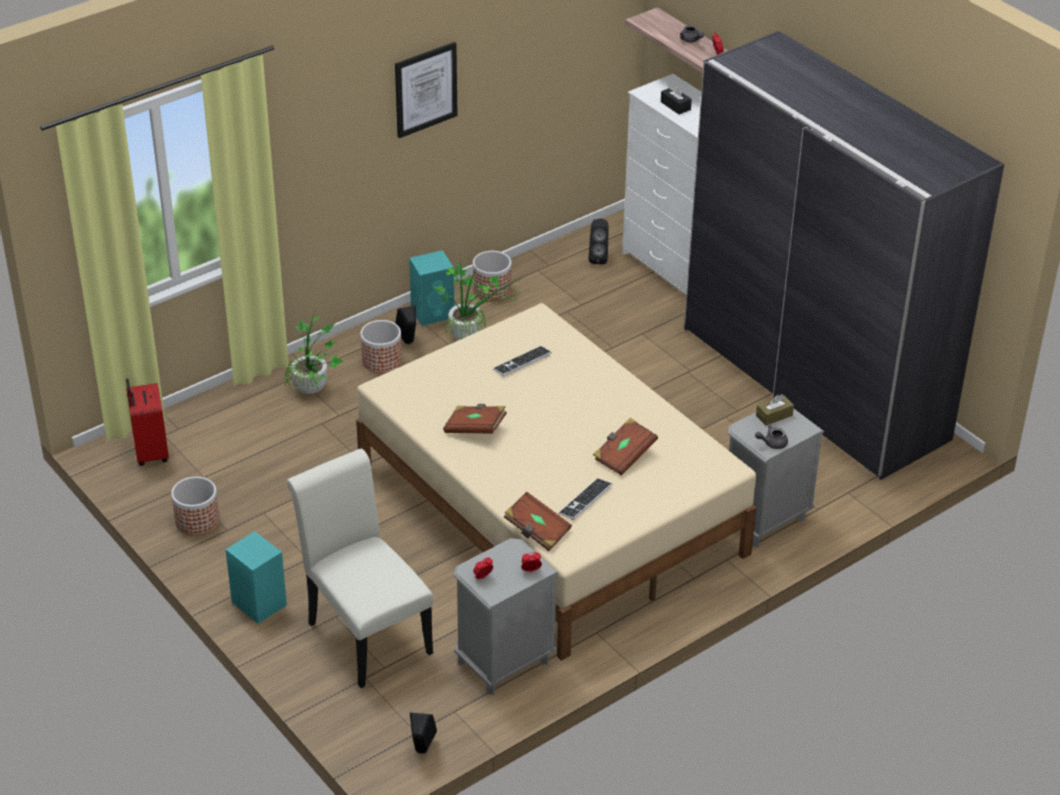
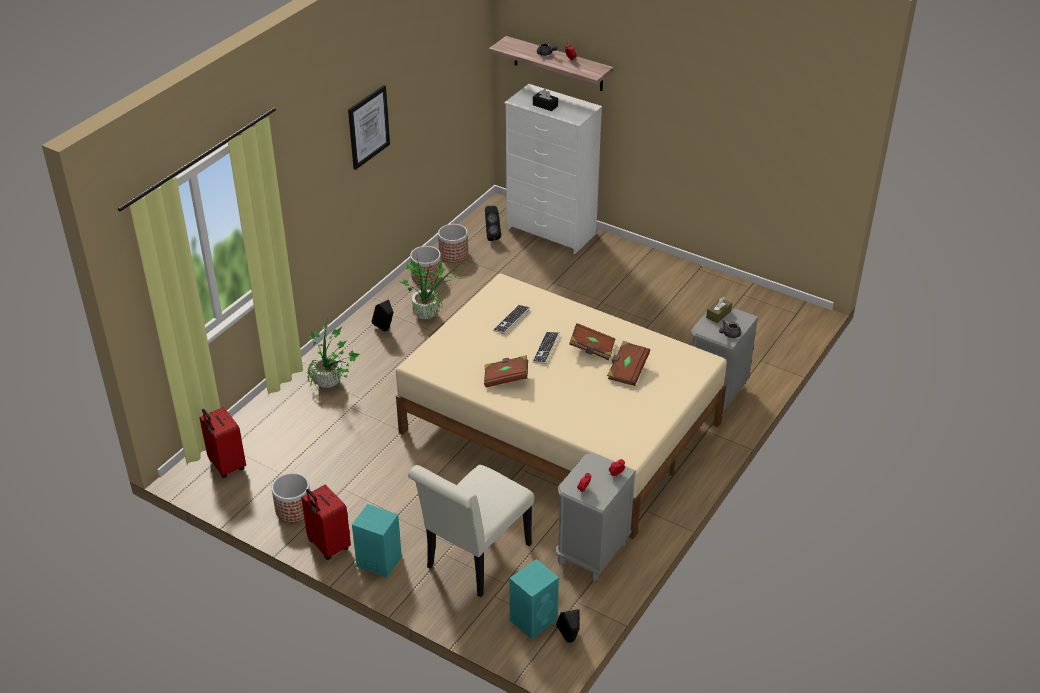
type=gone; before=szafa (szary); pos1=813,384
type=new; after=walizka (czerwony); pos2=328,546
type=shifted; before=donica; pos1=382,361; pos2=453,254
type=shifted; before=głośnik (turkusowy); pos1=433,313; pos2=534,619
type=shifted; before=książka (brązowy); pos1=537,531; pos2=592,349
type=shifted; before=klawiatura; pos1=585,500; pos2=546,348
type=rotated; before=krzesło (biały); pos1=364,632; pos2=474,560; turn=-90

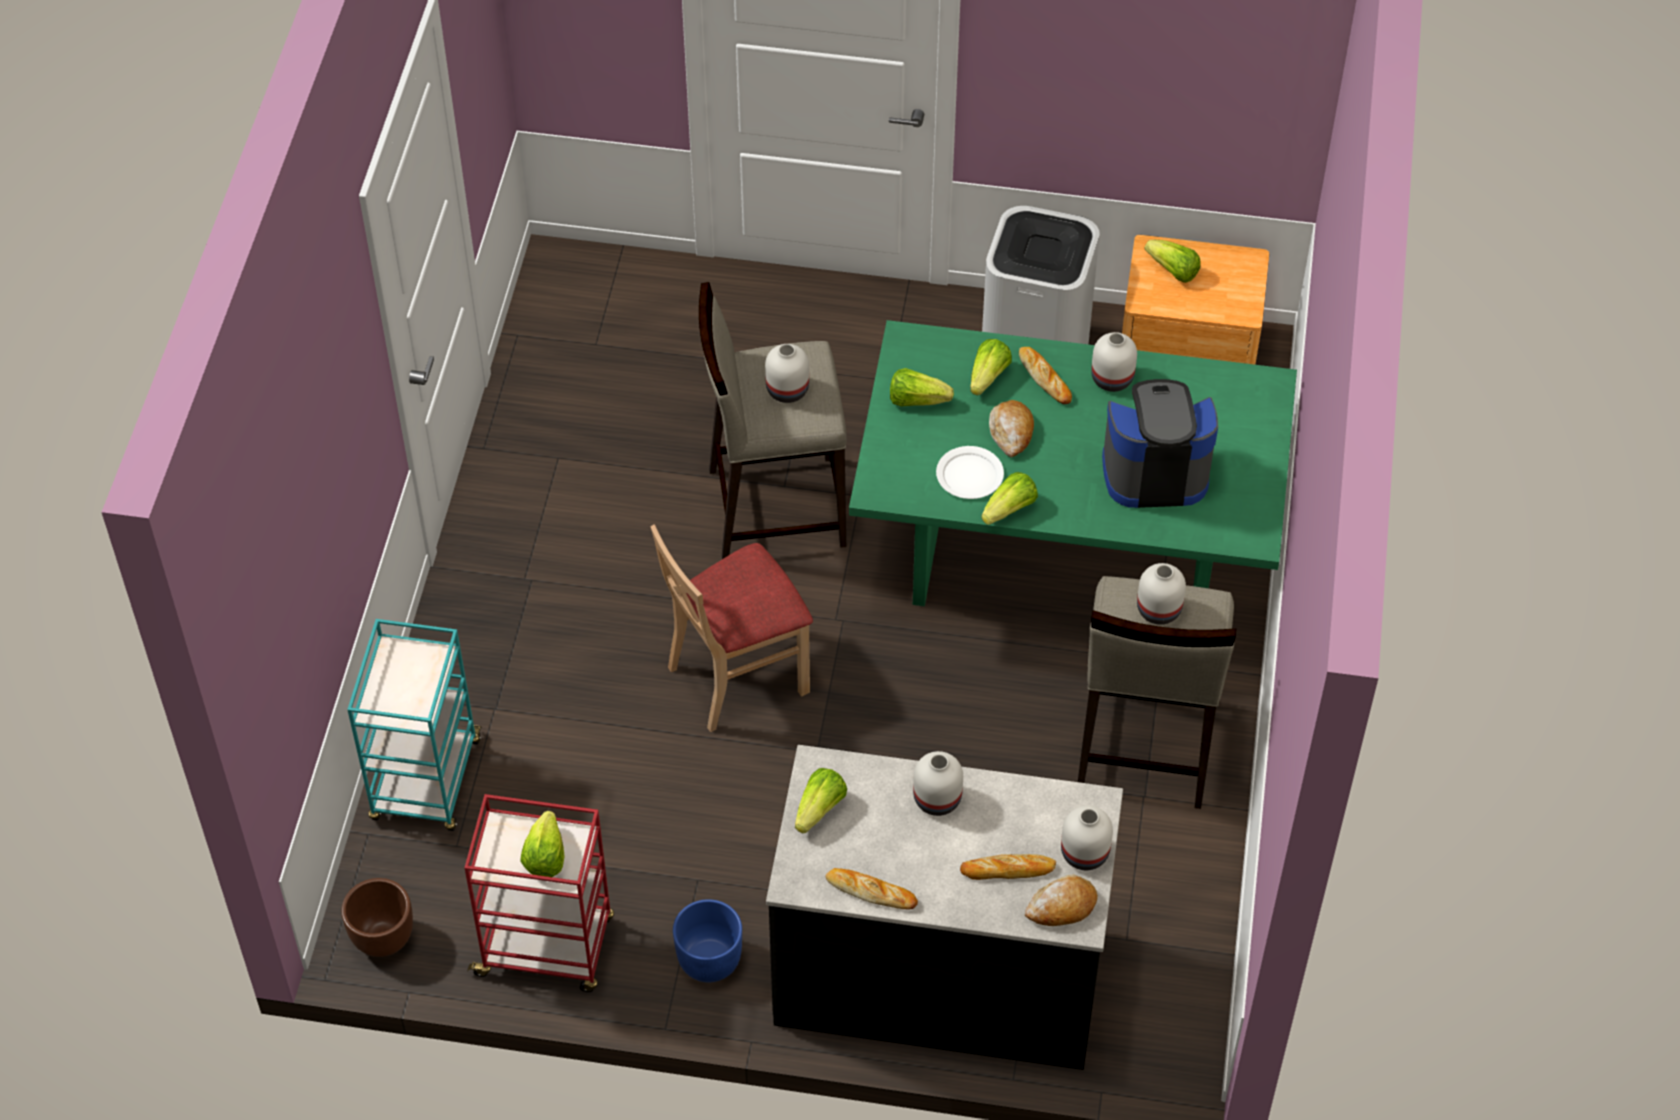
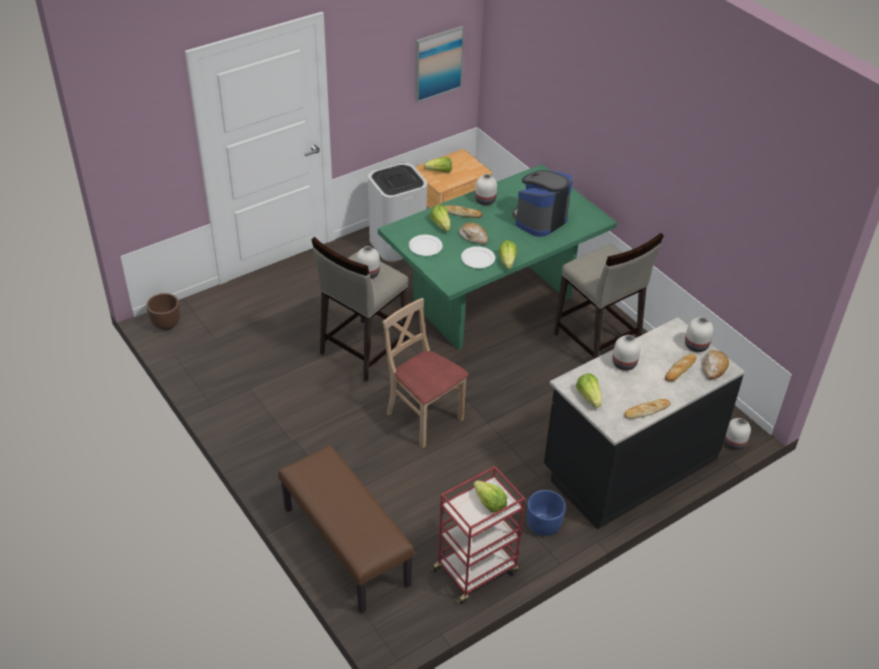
type=new; after=obraz; pos2=438,63
type=shifted; before=donica (brązowy); pos1=383,938; pos2=166,325
type=shifted; before=wazon (biały); pos1=1158,610; pos2=734,443
type=swapped; before=wózek (turkusowy); after=ławka (brązowy); pos1=426,782; pos2=345,547
type=swapped; before=sałata; after=talerz (biały); pos1=917,400; pos2=425,247
type=rotated; before=krzesło (beżowy); pos1=737,676; pos2=424,417; turn=120

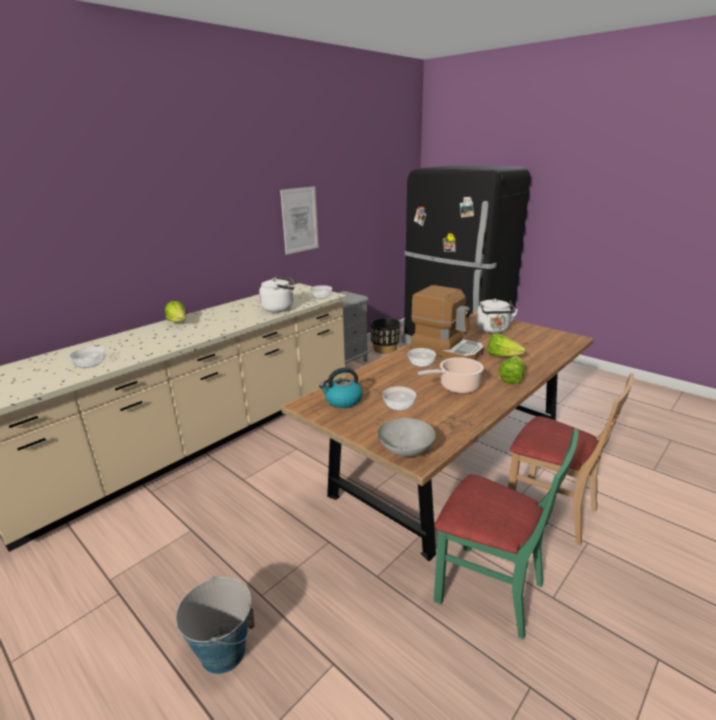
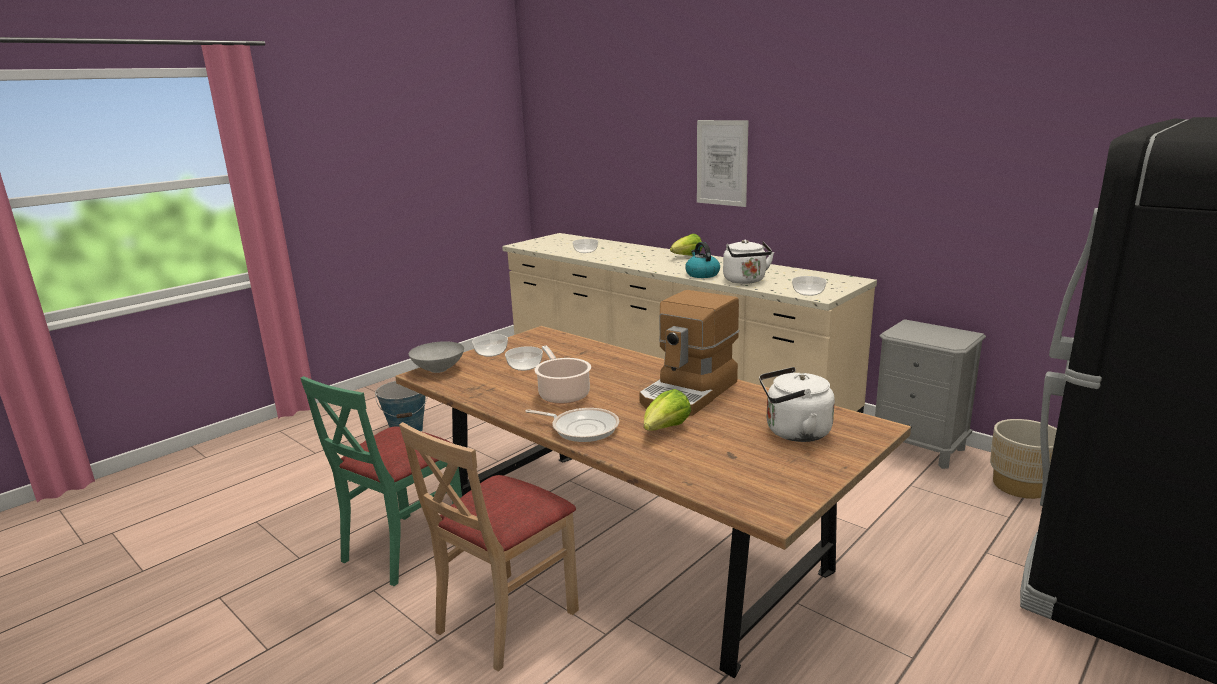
type=shifted; before=obraz; pos1=299,220; pos2=722,163
type=shifted; before=czajnik; pos1=343,401; pos2=702,274
type=shifted; before=miska; pos1=421,363; pos2=491,353
type=swapped; before=sałata; after=patelnia; pos1=511,378; pos2=582,428
type=repainted; before=donica (czarny); after=donica (beżowy); pos1=385,349; pos2=1020,486

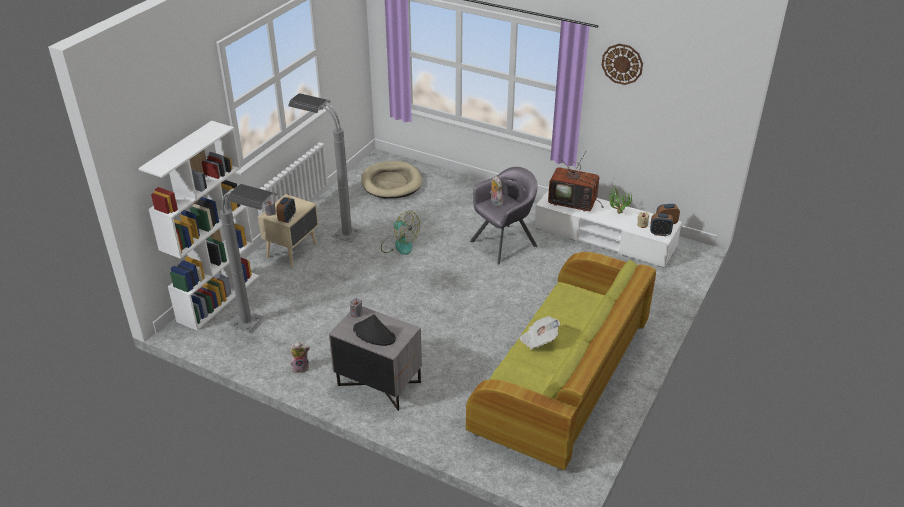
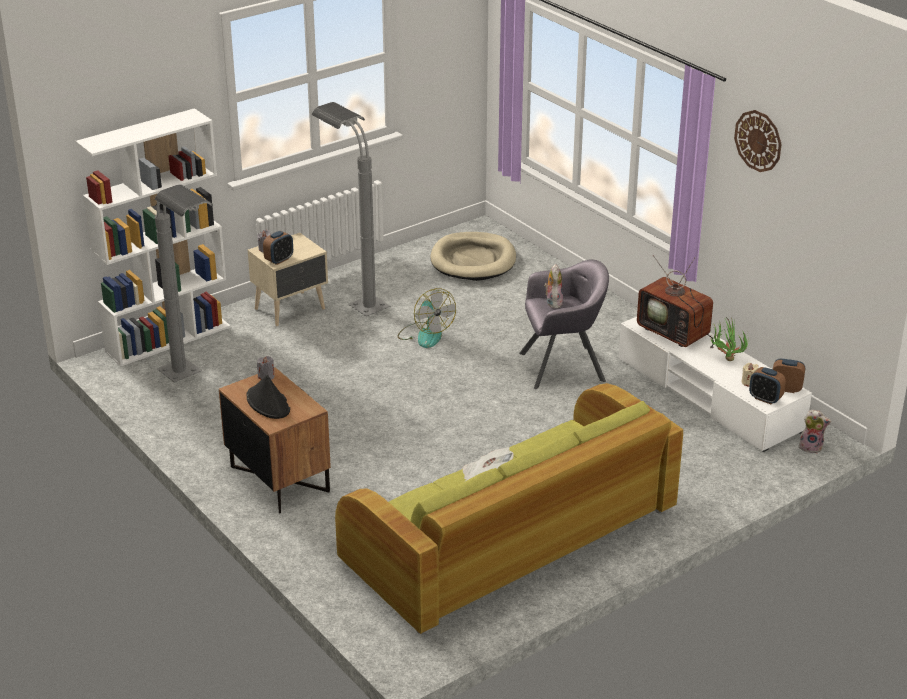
type=shifted; before=pluszak; pos1=301,367; pos2=811,447
type=repainted; before=szafka nocna (szary); after=szafka nocna (brązowy); pos1=378,384; pos2=278,479

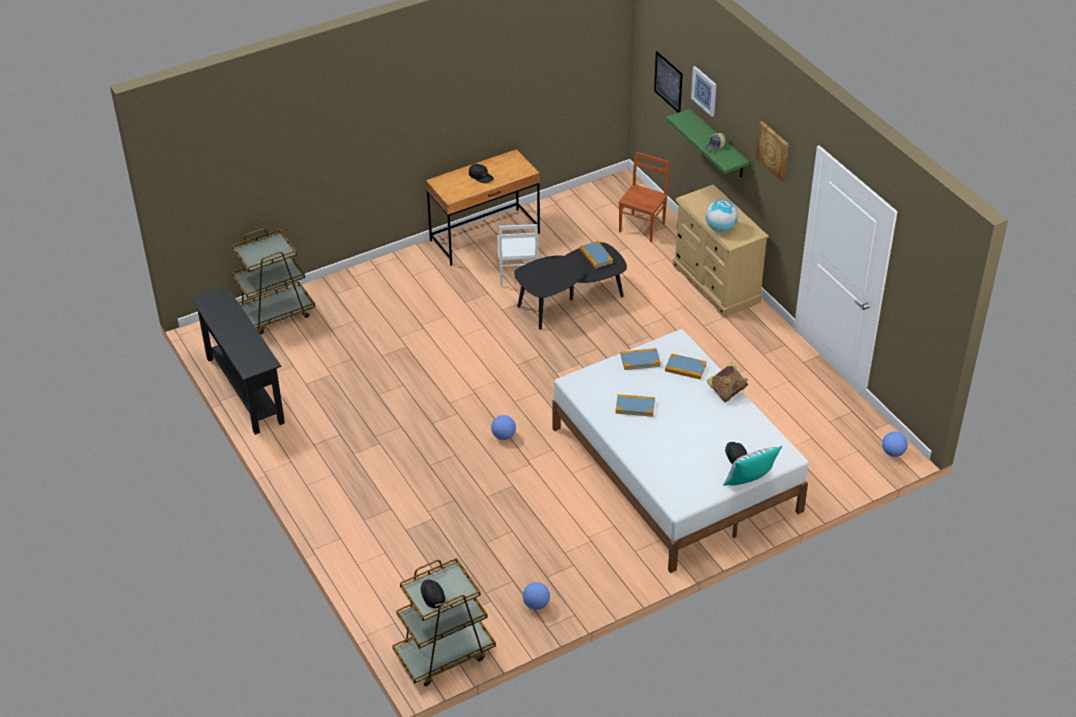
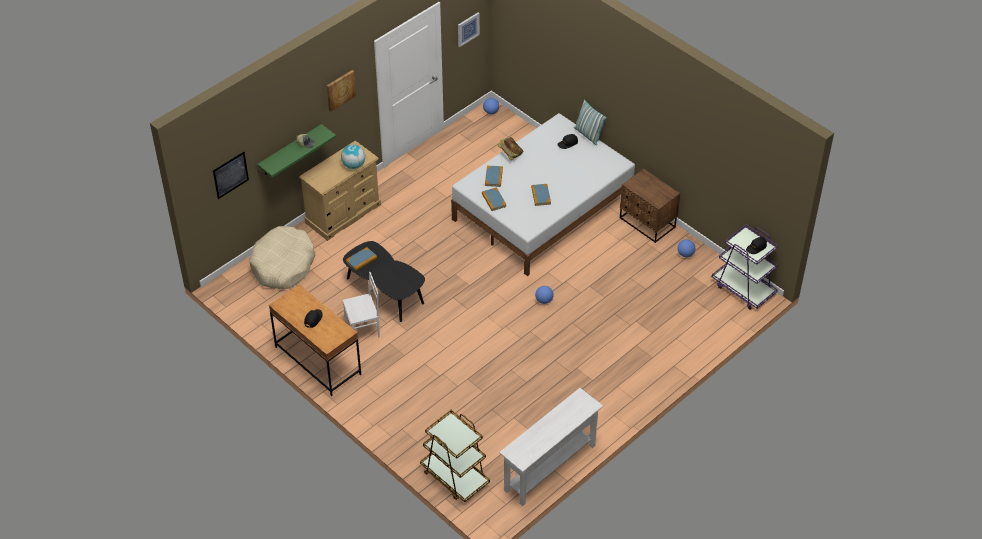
type=new; after=szafka nocna (brązowy); pos2=647,223
type=shifted; before=obraz; pos1=704,91; pos2=468,29
type=swapped; before=krzesło (brązowy); after=legowisko (beżowy); pos1=642,227; pos2=283,265
type=repainted; before=stolik konsolowy (czarny); after=stolik konsolowy (biały); pos1=244,390; pos2=550,468
type=repainted; before=wózek (brązowy); after=wózek (fioletowy); pos1=444,654; pos2=743,289

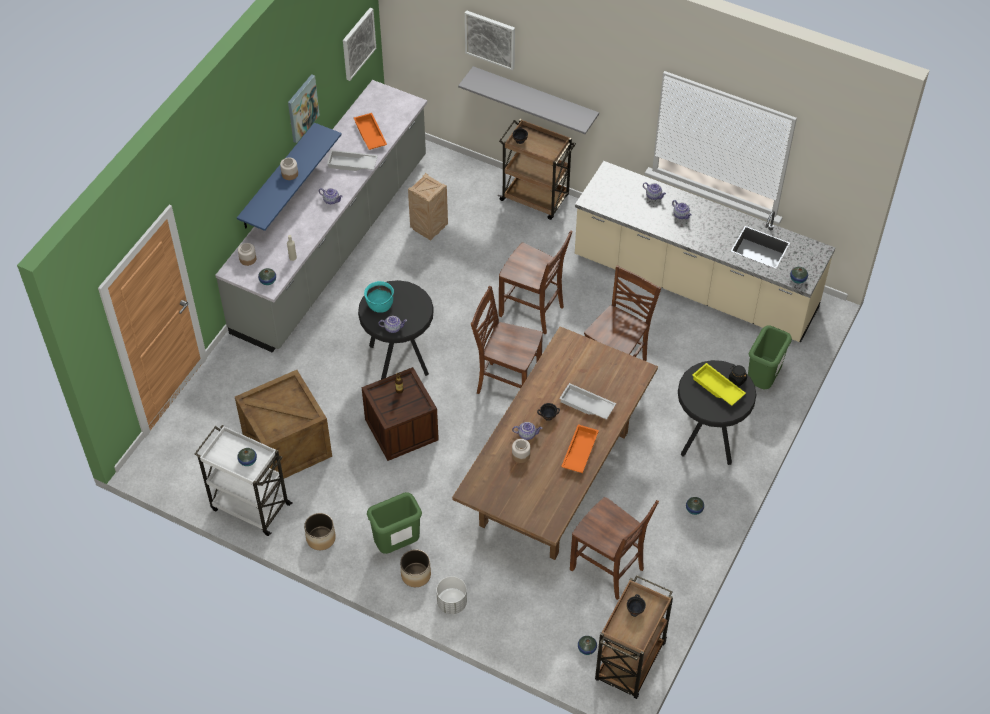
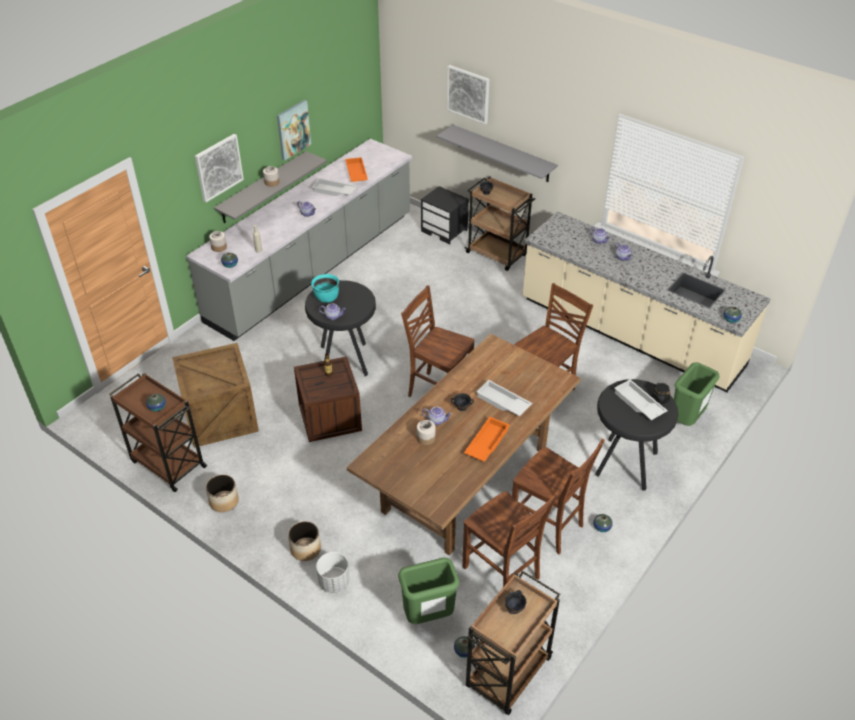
type=gone; before=skrzynka; pos1=429,227
type=new; after=szafka nocna (czarny); pos2=445,231
type=shifted; before=obraz; pos1=358,43; pos2=218,167
type=shifted; before=kosz na śmieci (zielony); pos1=397,545; pos2=428,617
type=shifted; before=krzesło (brązowy); pos1=533,311; pos2=548,526
type=repainted; before=wózek (biały); after=wózek (brązowy); pos1=249,506; pos2=167,463
type=repainted; before=półka (niebieski); after=półka (szary); pos1=277,177; pos2=263,187
type=repainted; before=taca (żółty); after=taca (biały); pos1=717,388; pos2=638,404

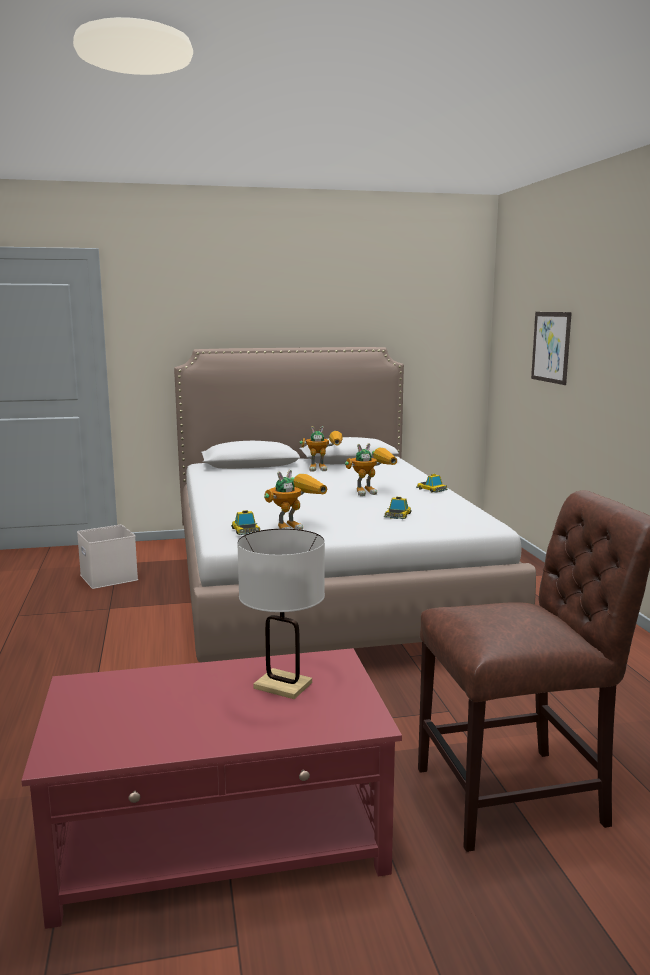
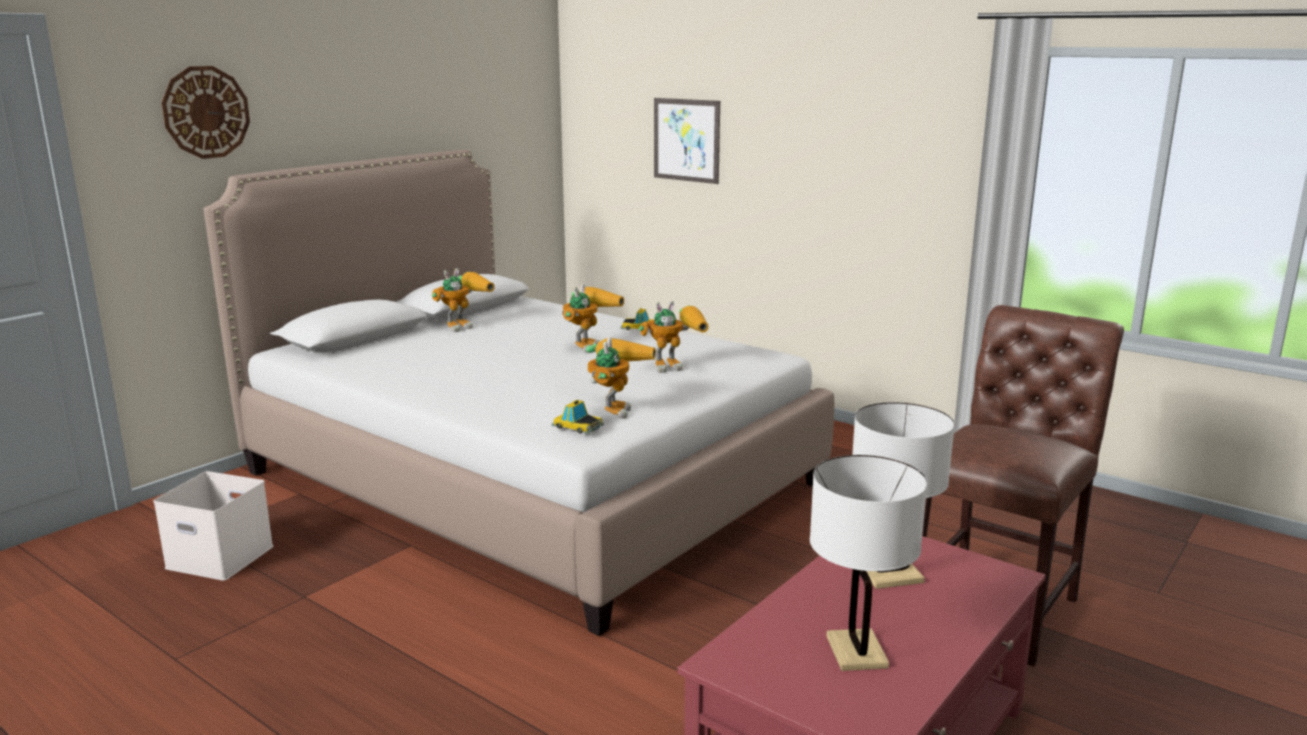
type=new; after=zegar ścienny; pos2=206,112
type=new; after=lampa stołowa (biały); pos2=857,652
type=swapped; before=samochodzik; after=robot zabawkowy; pos1=397,515; pos2=676,366

